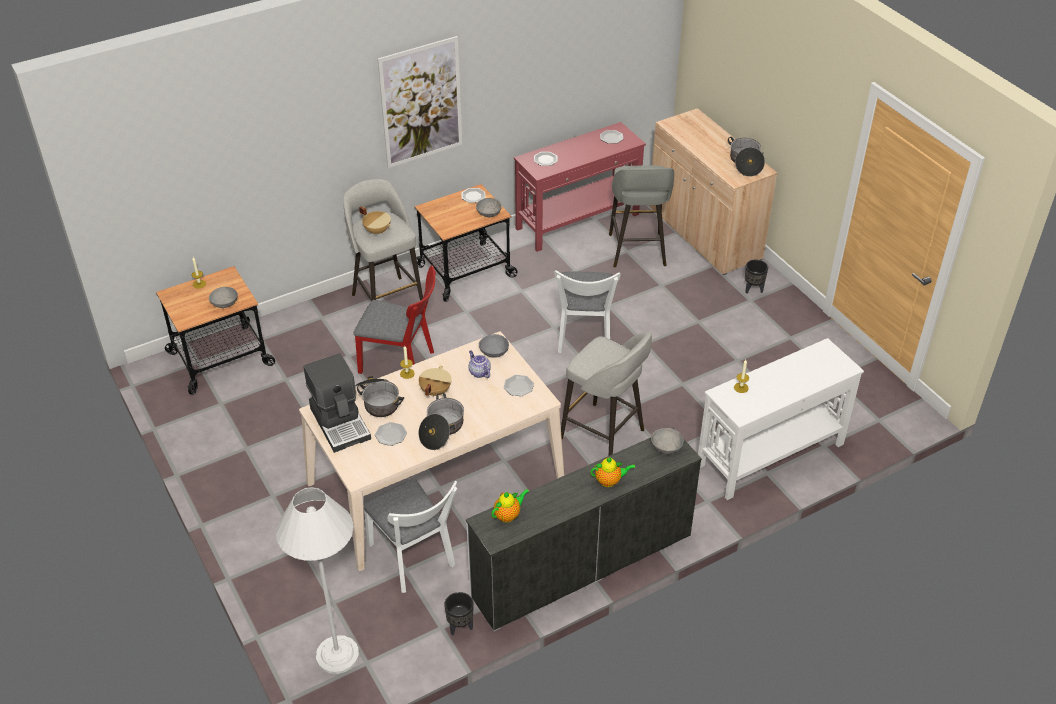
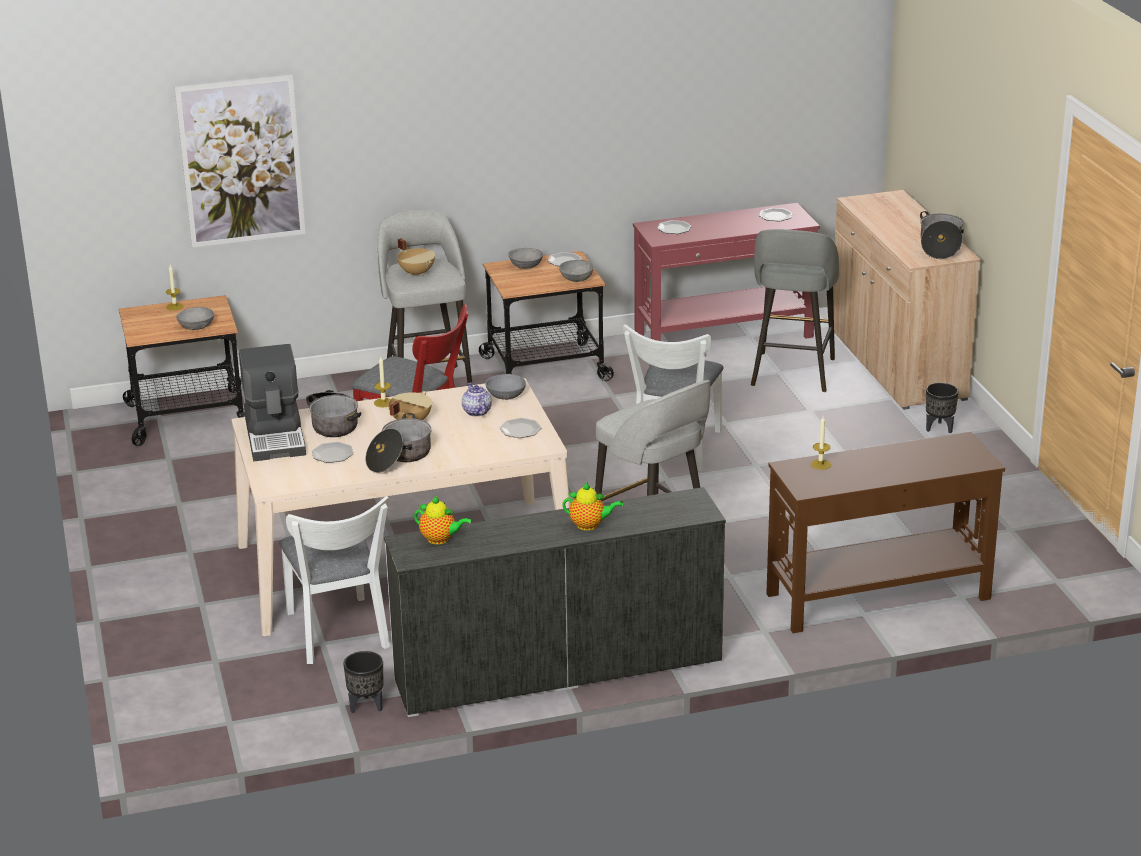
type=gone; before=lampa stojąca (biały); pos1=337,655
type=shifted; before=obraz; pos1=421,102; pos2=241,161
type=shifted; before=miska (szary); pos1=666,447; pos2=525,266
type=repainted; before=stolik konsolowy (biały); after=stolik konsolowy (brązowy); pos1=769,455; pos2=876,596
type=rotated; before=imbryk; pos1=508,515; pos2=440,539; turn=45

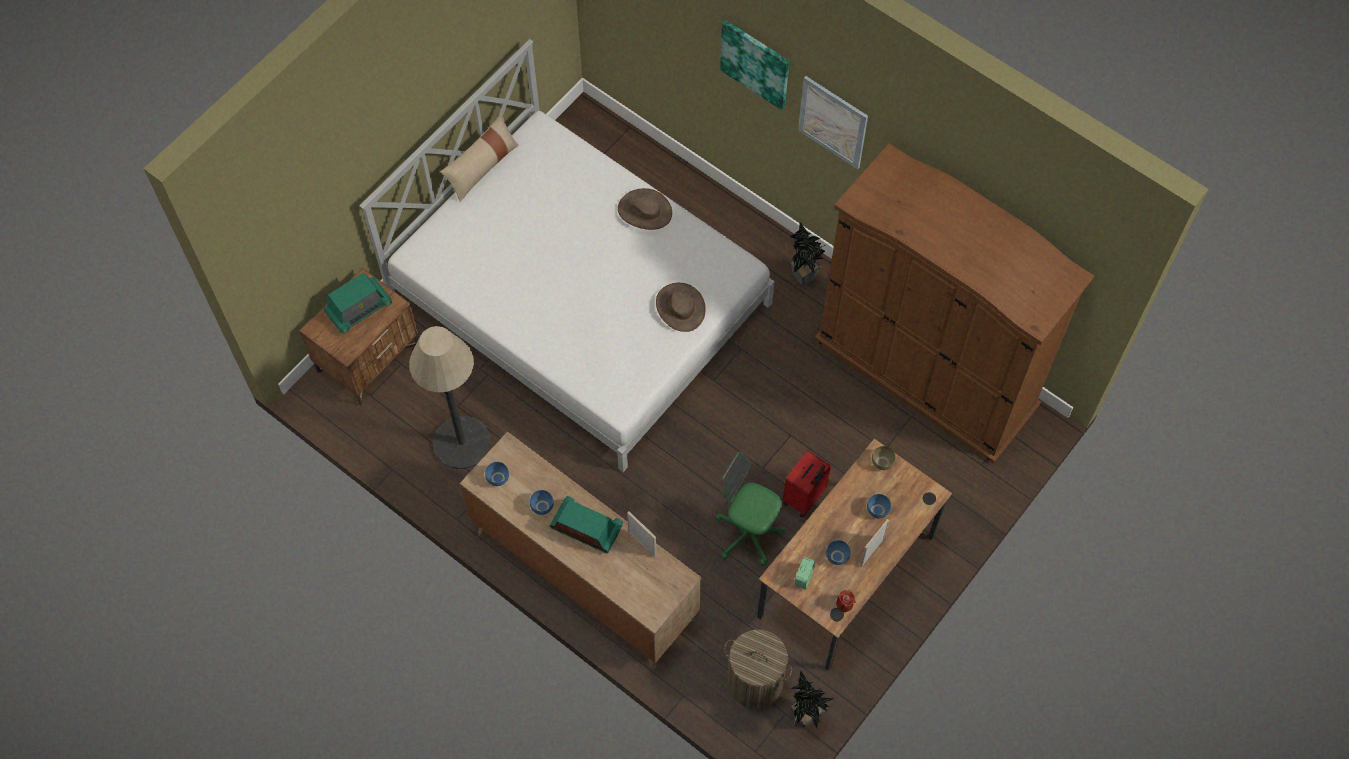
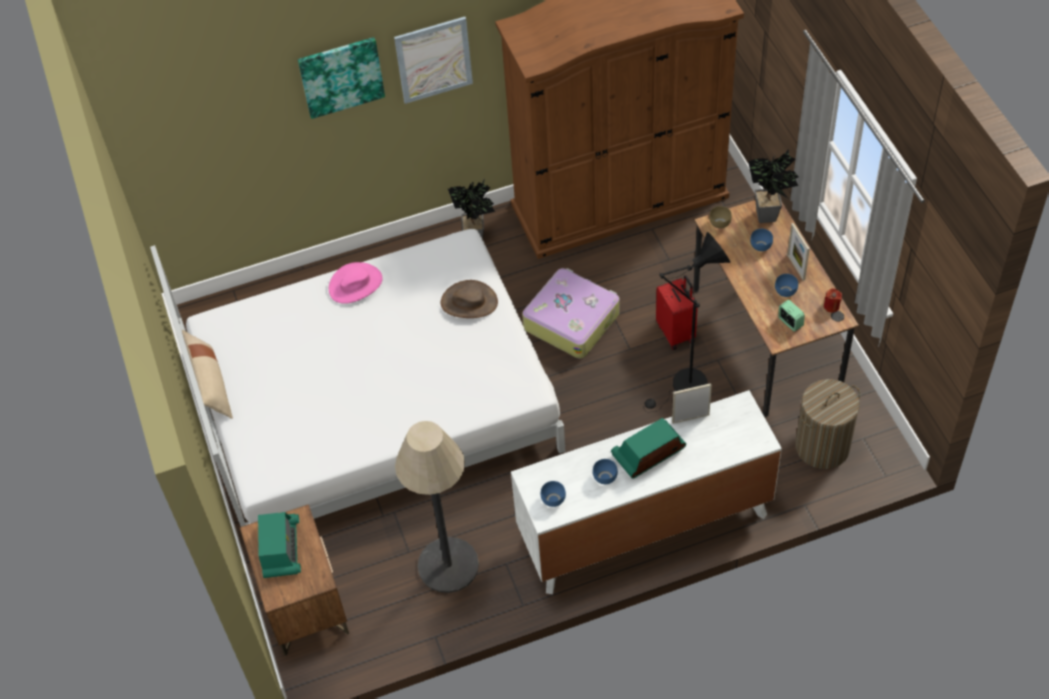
type=new; after=walizka; pos2=571,320
type=shifted; before=roślina doniczkowa; pos1=805,720; pos2=770,217
type=swapped; before=krzesło biurowe (zielony); after=lampa stojąca (czarny); pos1=748,534; pos2=684,388
type=repainted; before=komoda (brązowy); after=komoda (biały); pos1=584,574; pos2=644,527
type=repainted; before=kapelusz (brązowy); after=kapelusz (różowy); pos1=645,211; pos2=355,284

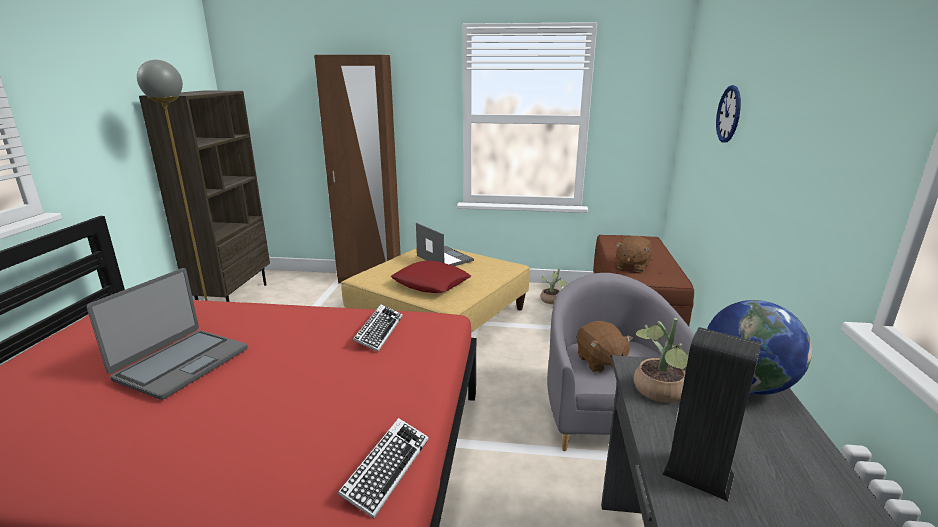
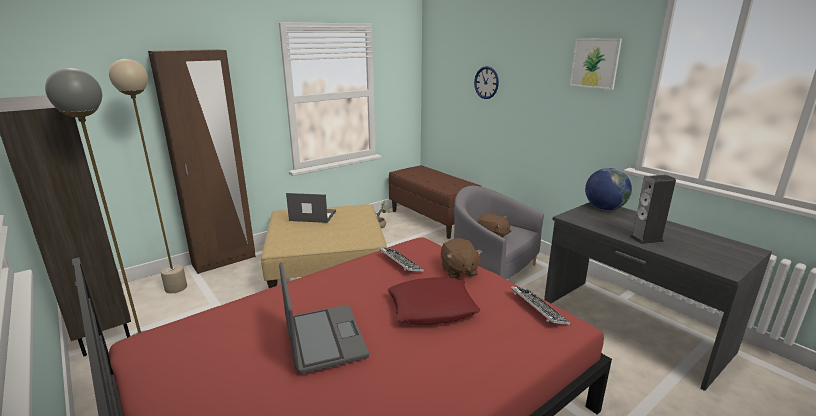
type=gone; before=roślina doniczkowa; pos1=658,393
type=new; after=lampa stojąca (beżowy); pos2=176,288
type=new; after=obraz; pos2=595,63
type=shifted; before=poduszka (czerwony); pos1=431,283; pos2=432,307
type=shifted; before=pluszak (brązowy); pos1=631,266; pos2=458,271

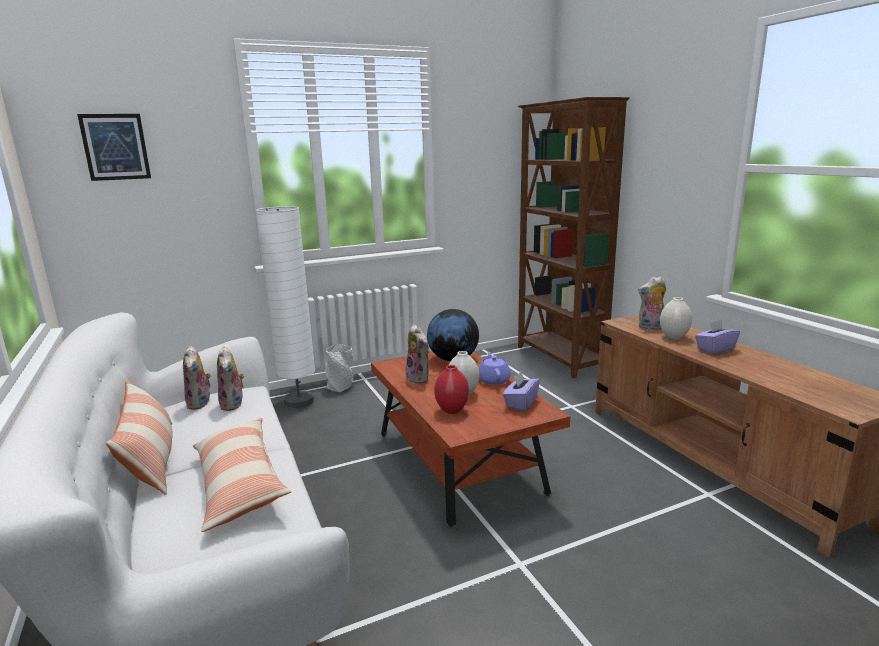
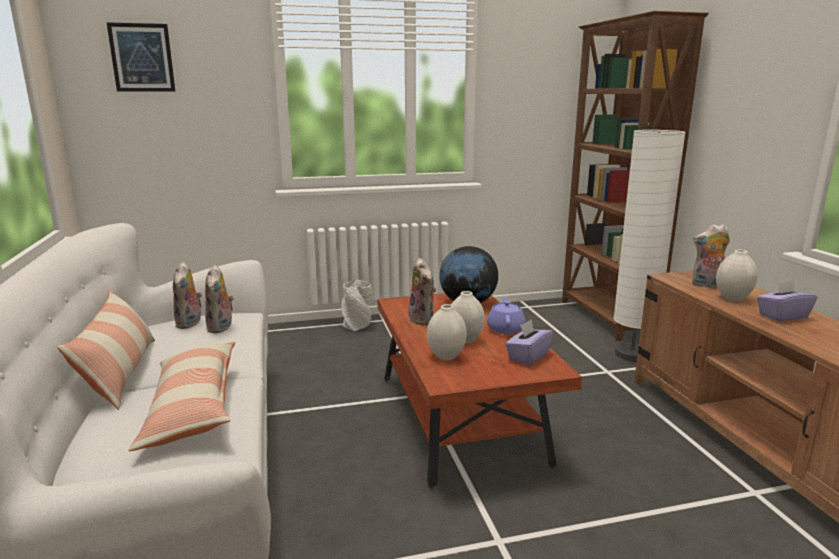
type=shifted; before=lampa stojąca (biały); pos1=299,401; pos2=632,354
type=repainted; before=wazon (czerwony); after=wazon (biały); pos1=451,410; pos2=445,356

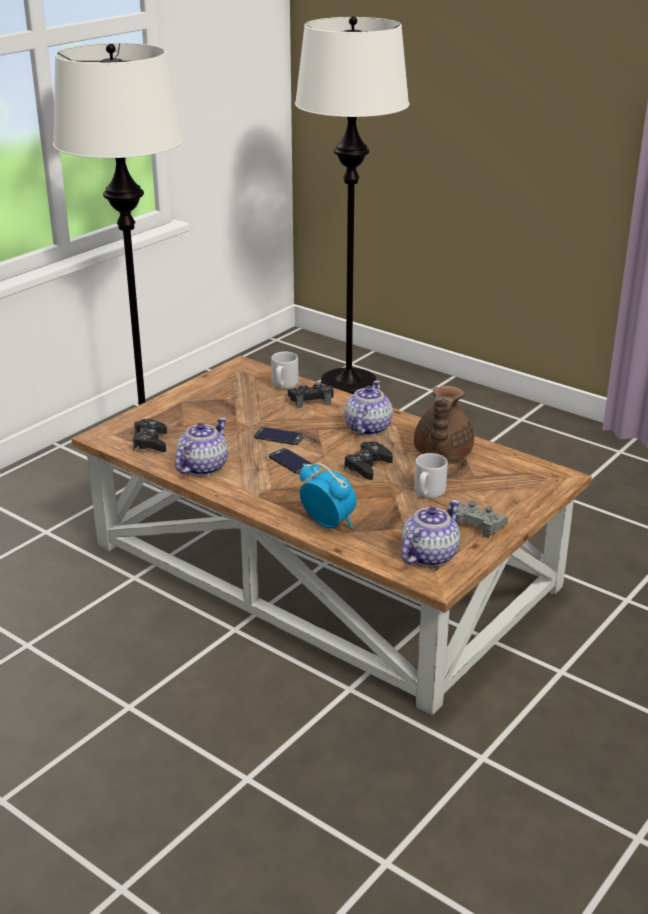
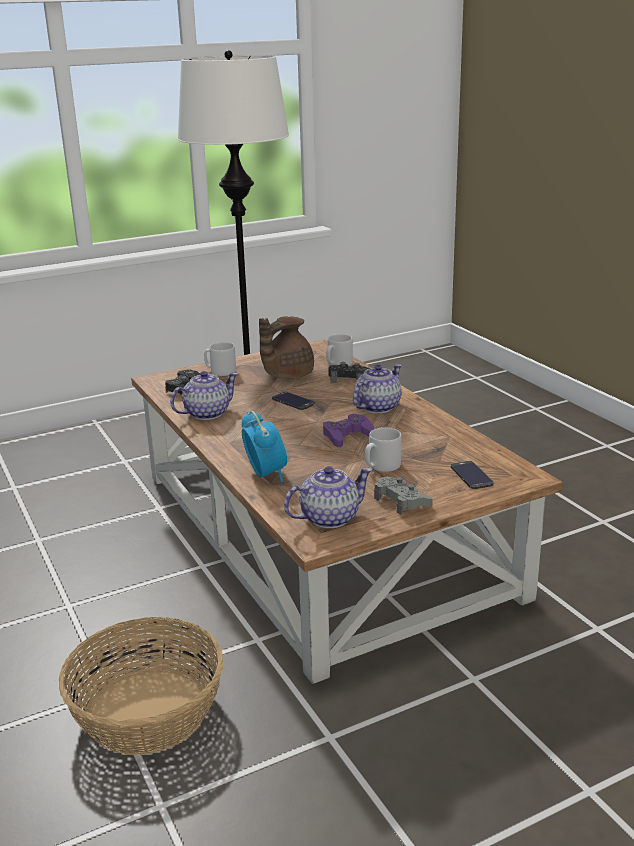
type=gone; before=lampa stojąca (biały); pos1=349,384
type=new; after=koszyk; pos2=147,712
type=new; after=kubek (szary); pos2=220,371
type=shifted; before=telefon; pos1=291,461; pos2=471,475
type=shifted; before=imbryk (brązowy); pos1=441,454; pos2=286,375
type=repainted; before=pad do gier (czarny); after=pad do gier (fioletowy); pos1=367,466; pos2=347,436

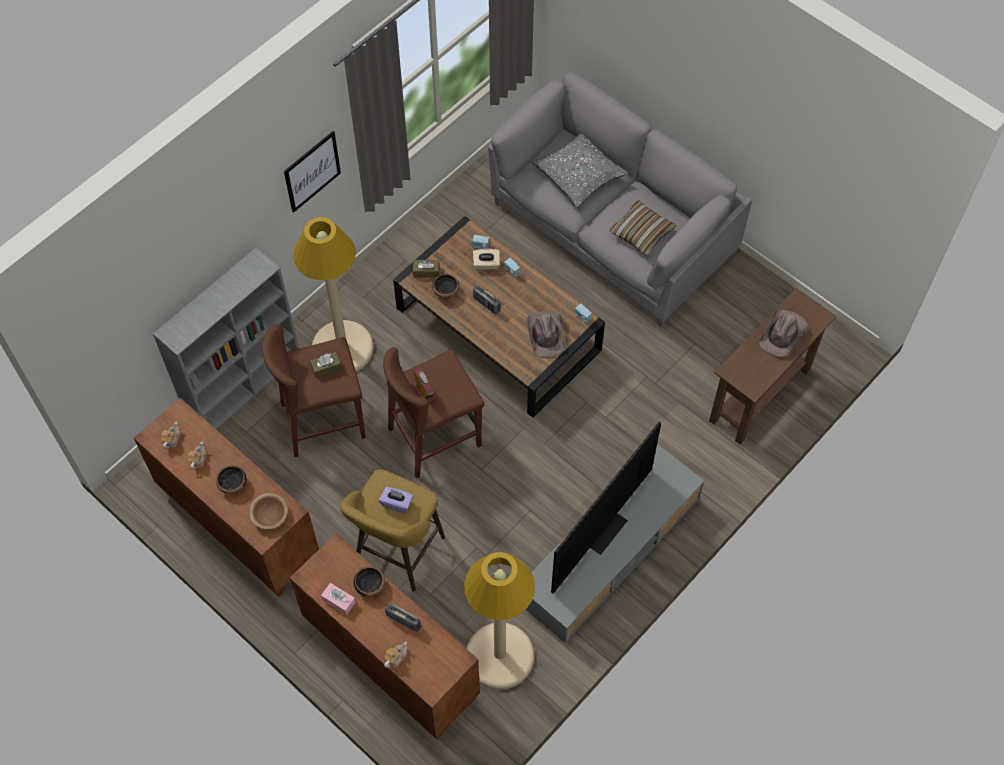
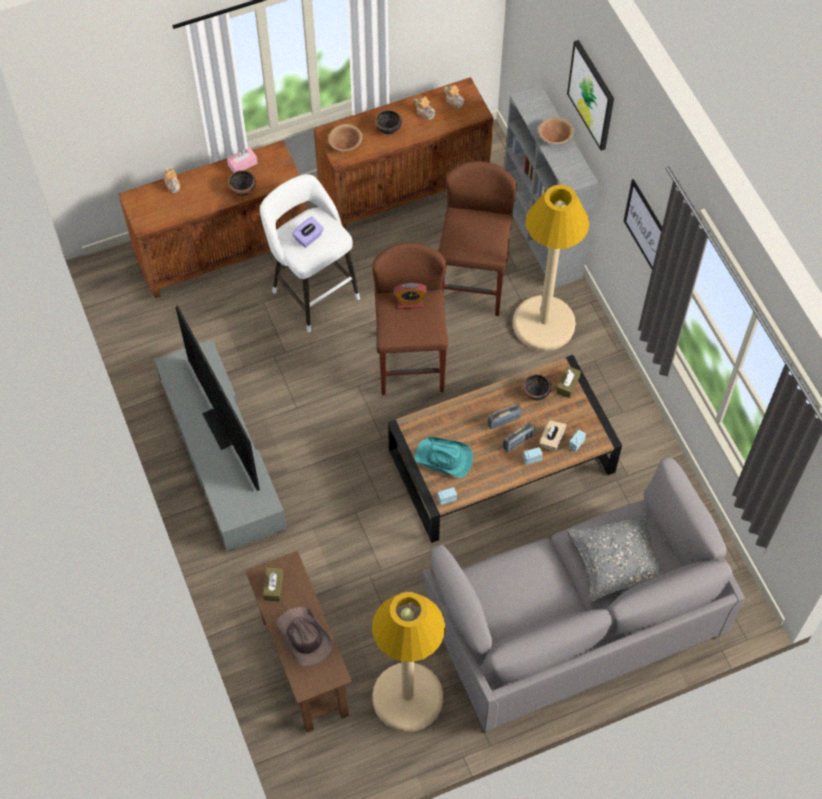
type=gone; before=poduszka; pos1=641,232
type=new; after=miska (brązowy); pos2=555,137
type=new; after=obraz; pos2=592,95
type=shifted; before=pudełko chusteczek (brązowy); pos1=326,367; pos2=273,586
type=shifted; before=radio; pos1=403,621; pos2=518,442
type=shifted; before=lampa stojąca (beżowy); pos1=499,656; pos2=407,697
type=repainted; before=stołek (żółty); after=stołek (biały); pos1=397,554; pos2=312,291
type=repainted; before=kapelusz (brązowy); after=kapelusz (turkusowy); pos1=546,334; pos2=444,459

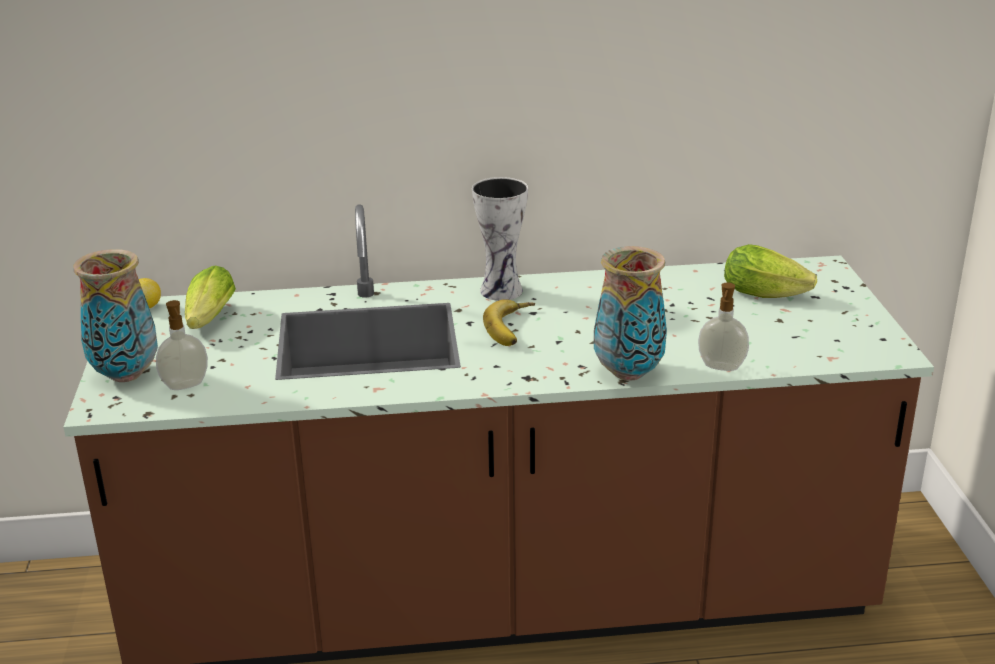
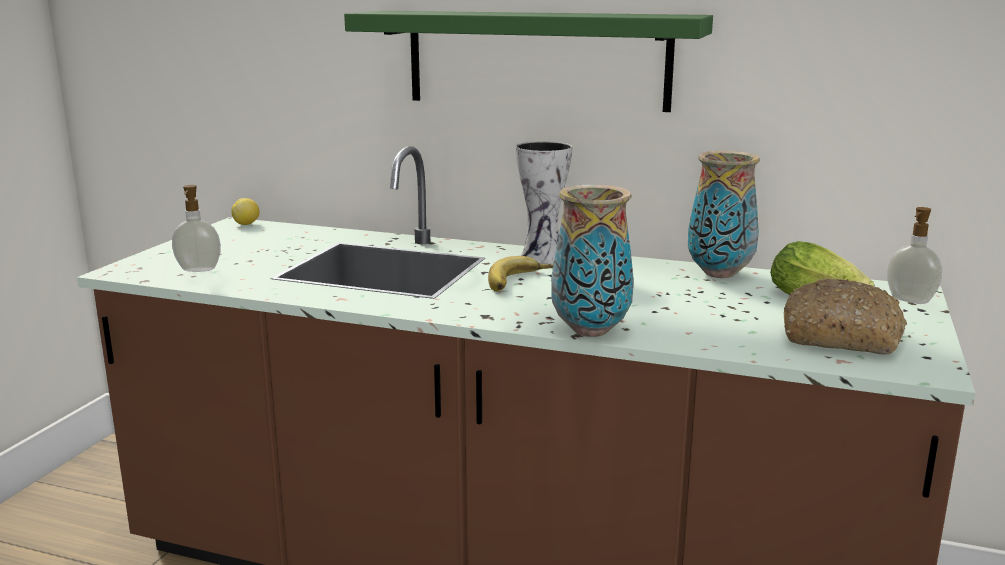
type=gone; before=sałata; pos1=208,321
type=new; after=półka (zielony); pos2=536,59
type=new; after=chleb; pos2=842,336
type=shifted; before=wazon; pos1=127,374; pos2=720,273
type=shifted; before=dozownik mydła; pos1=721,367; pos2=909,300

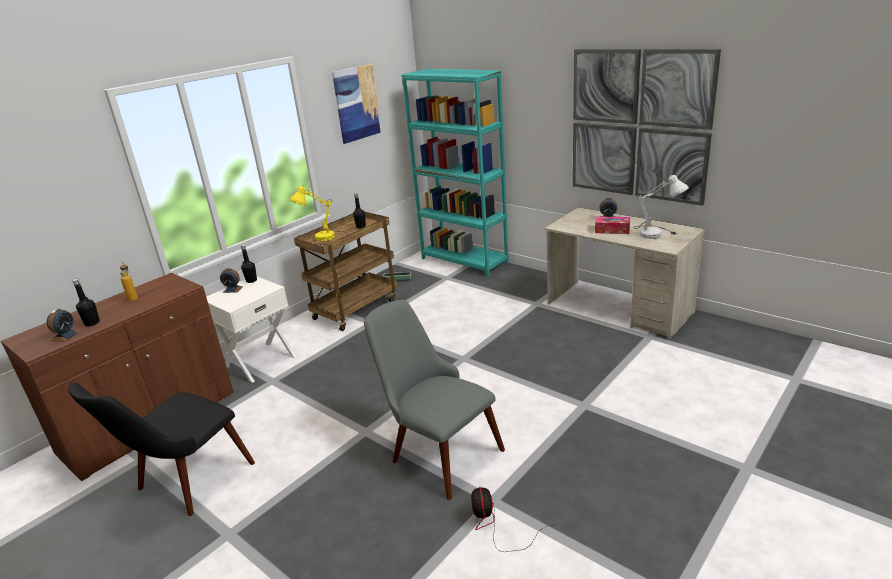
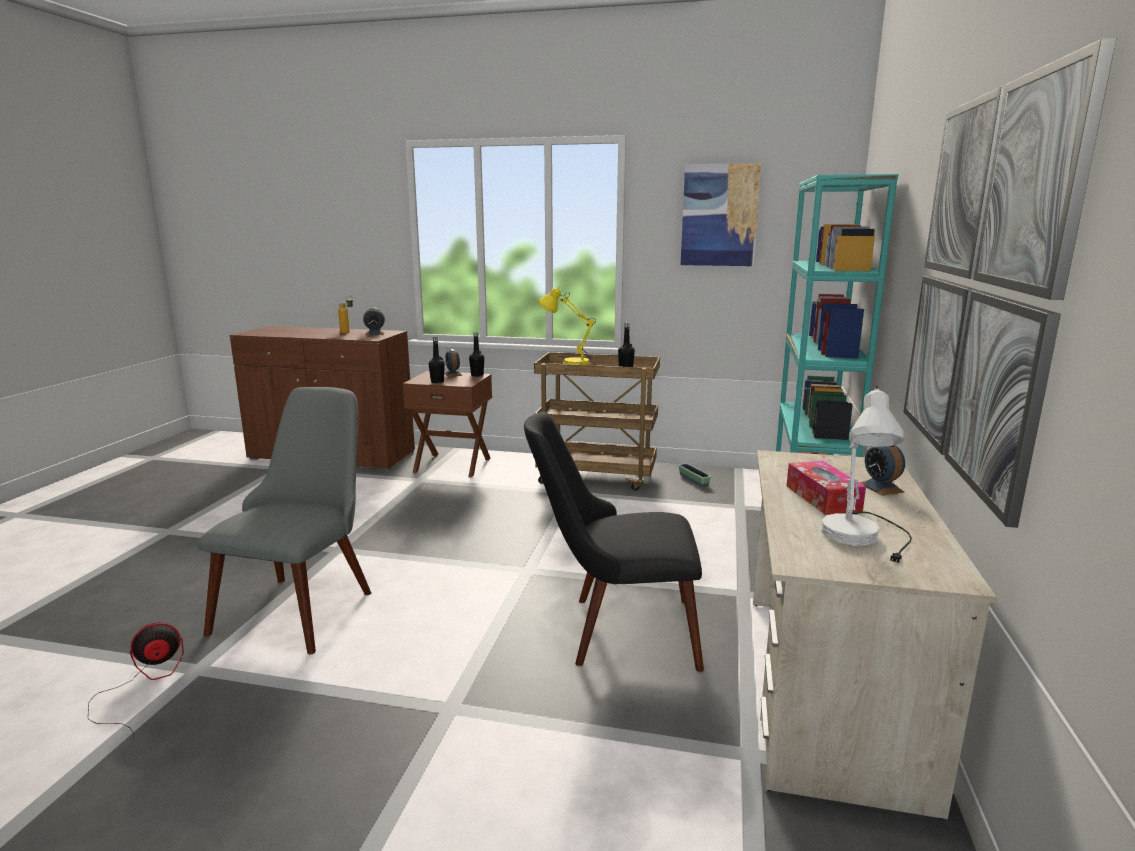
type=shifted; before=budzik; pos1=66,336; pos2=375,333
type=shifted; before=krzesło (czarny); pos1=185,485; pos2=614,631
type=shifted; before=butelka (czarny); pos1=92,323; pos2=437,382
type=repainted; before=szafka nocna (biały); after=szafka nocna (brązowy); pos1=259,361; pos2=453,464

